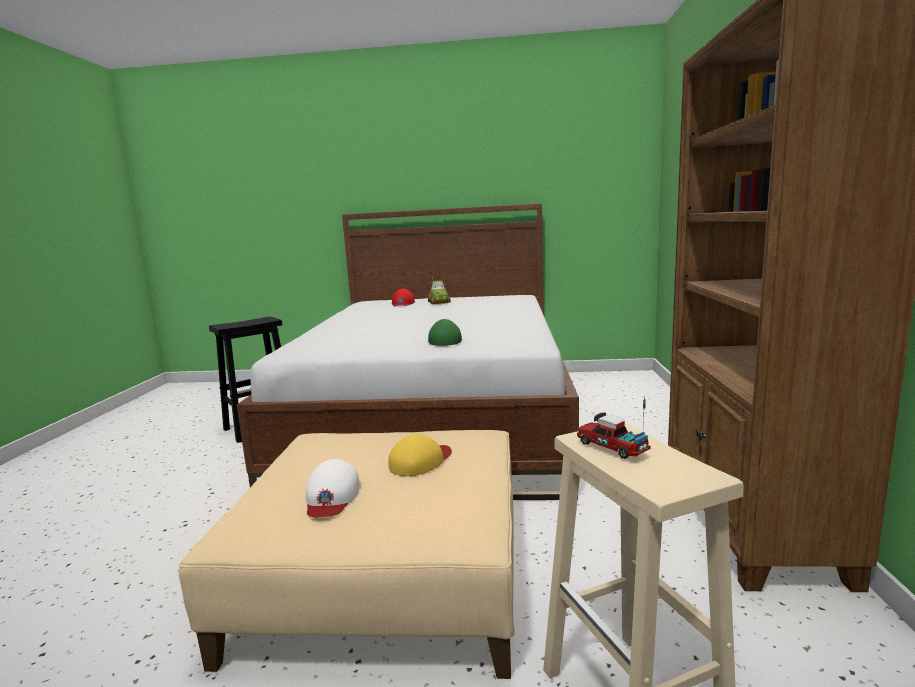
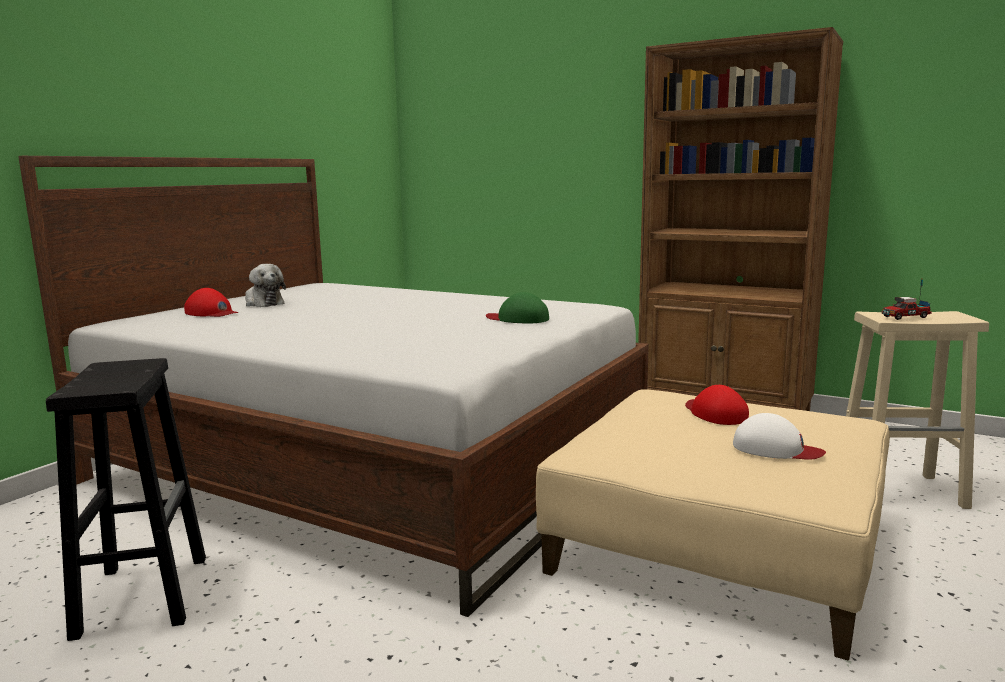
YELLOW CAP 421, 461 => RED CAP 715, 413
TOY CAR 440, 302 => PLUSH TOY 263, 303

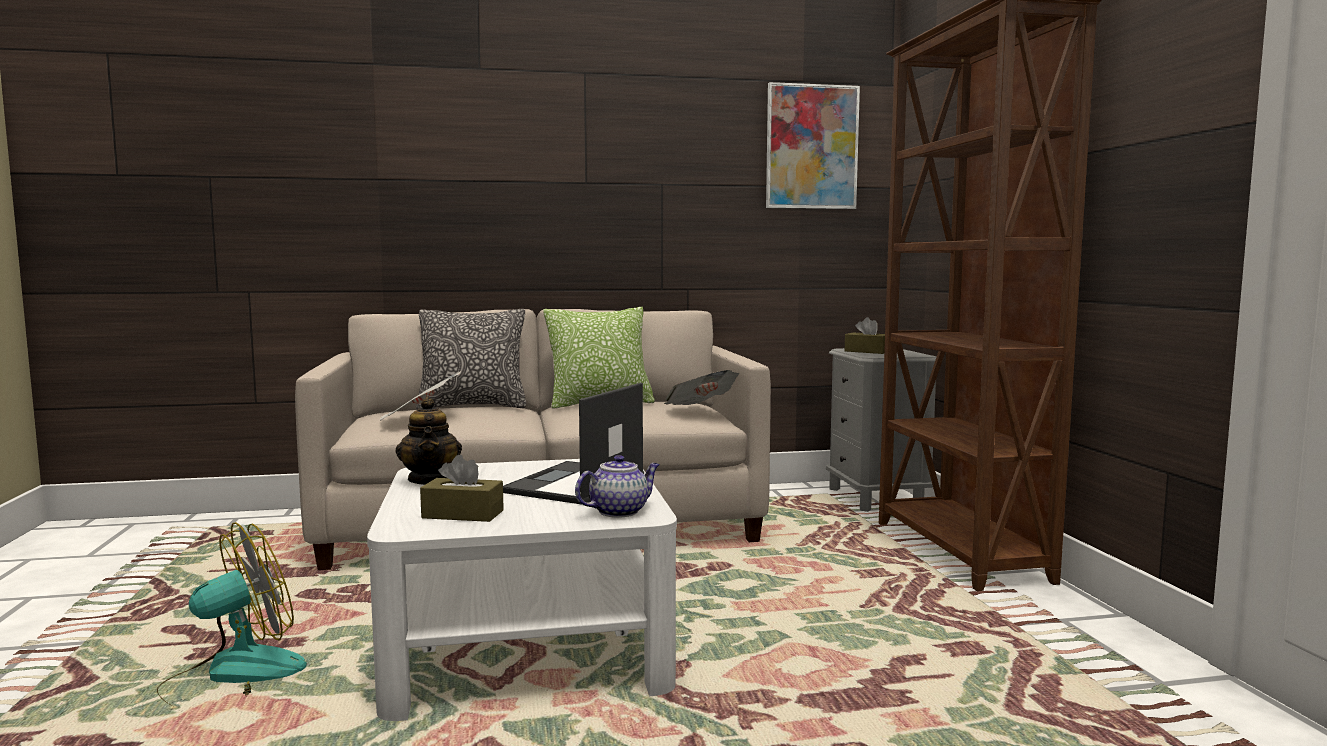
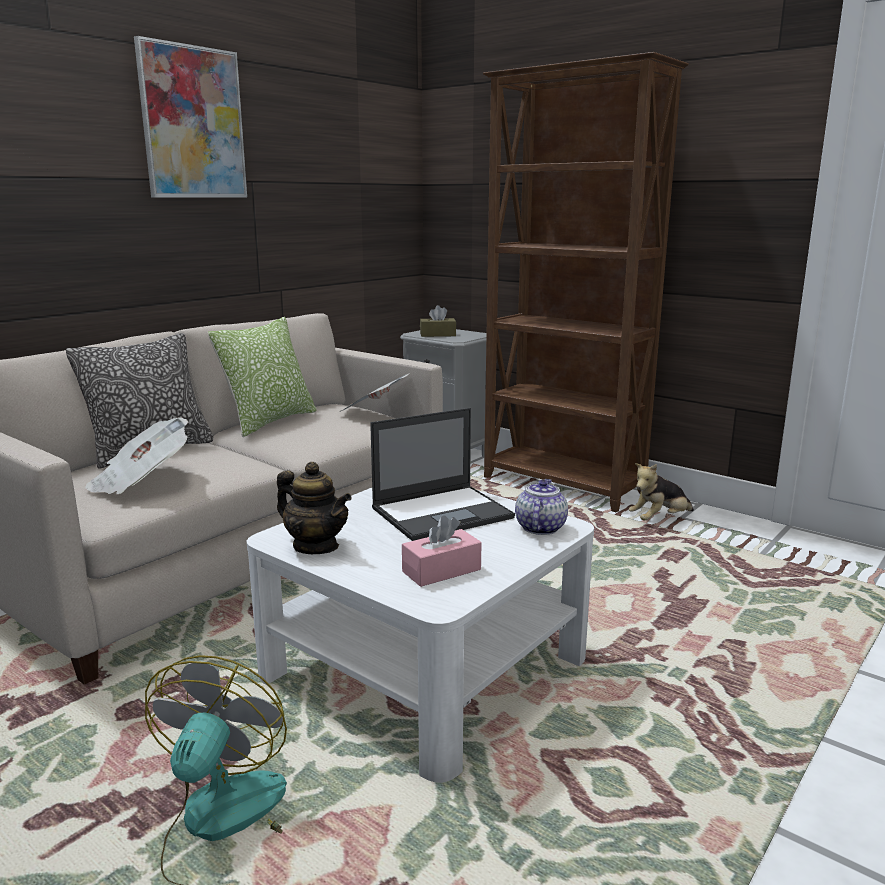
BROWN TISSUE BOX 463, 514 => PINK TISSUE BOX 441, 570
LAPTOP 574, 484 => LAPTOP 443, 512, 105 degrees counterclockwise
PICTURE 811, 147 => PICTURE 193, 123, moved
nothing => PLUSH TOY 659, 519

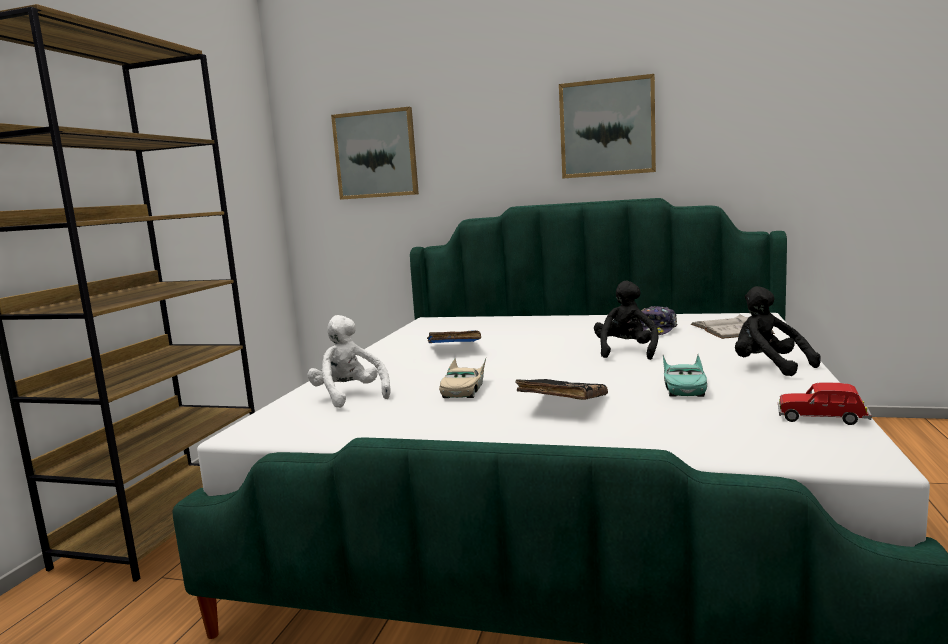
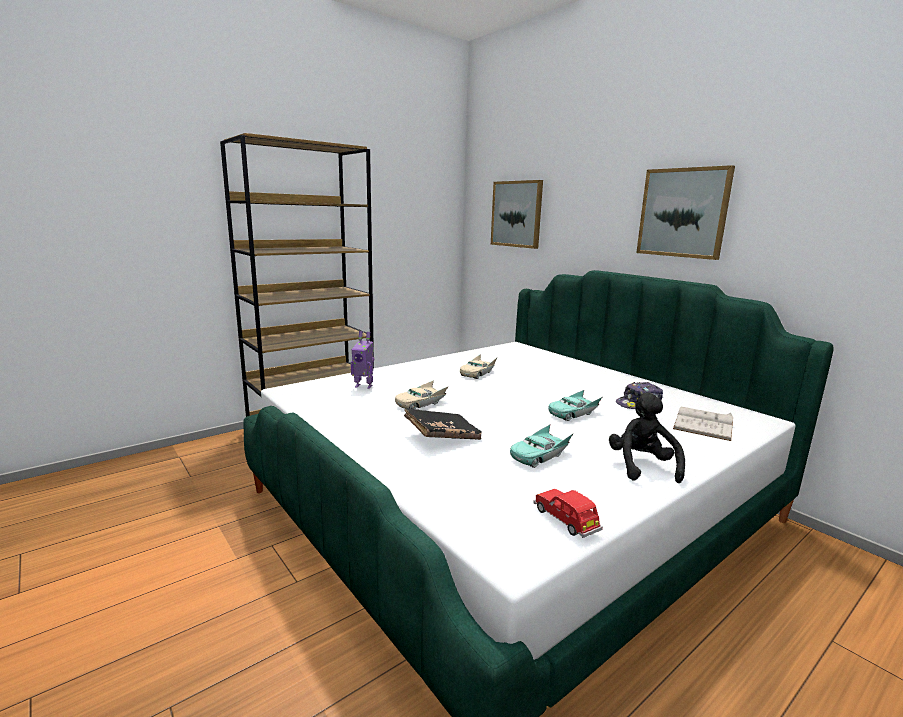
WHITE PLUSH TOY 349, 396 => TOY ROBOT 364, 386
BLUE BOOK 453, 349 => BEIGE TOY CAR 477, 373
BLACK PLUSH TOY 626, 352 => TURQUOISE TOY CAR 573, 413

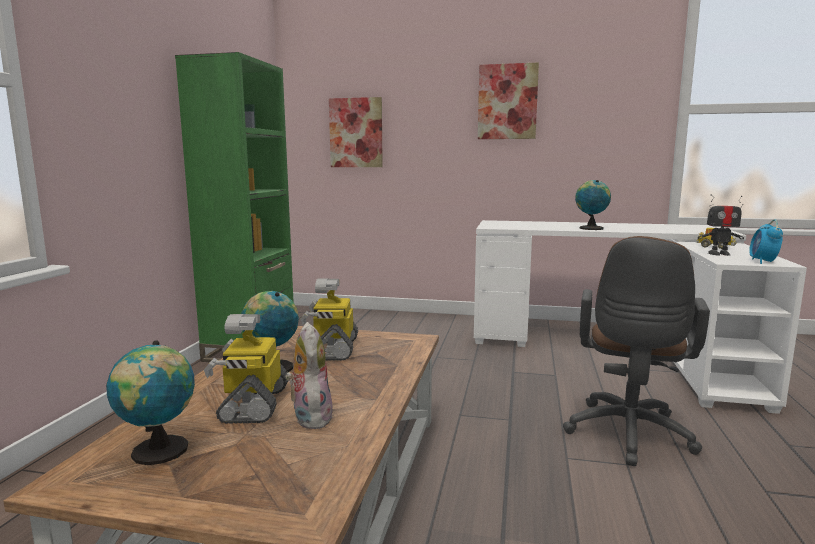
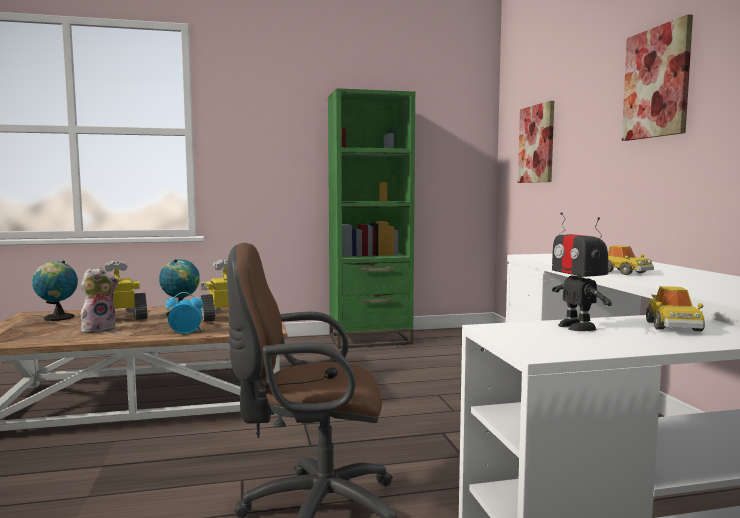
GLOBE 590, 228 => TOY CAR 624, 272
ALARM CLOCK 763, 262 => ALARM CLOCK 186, 333, moved

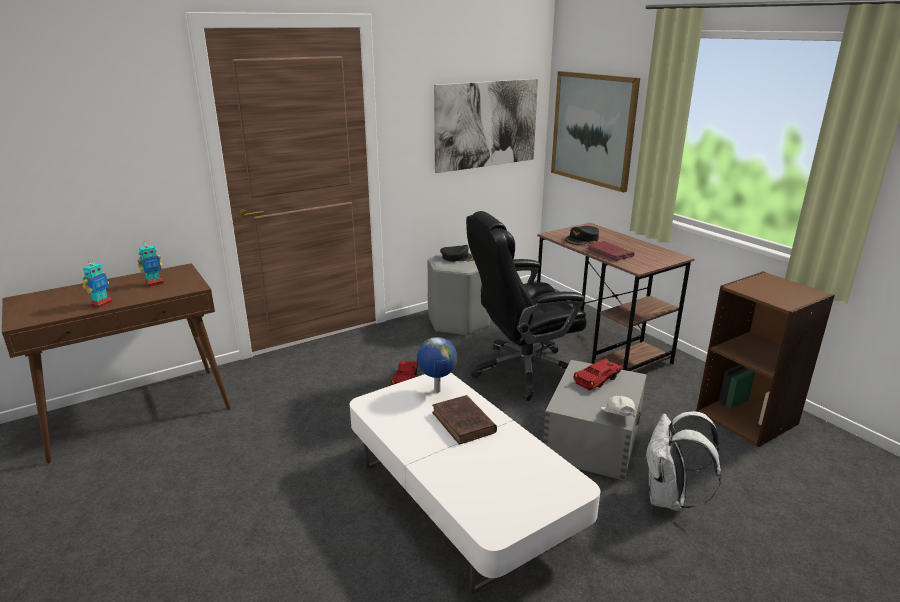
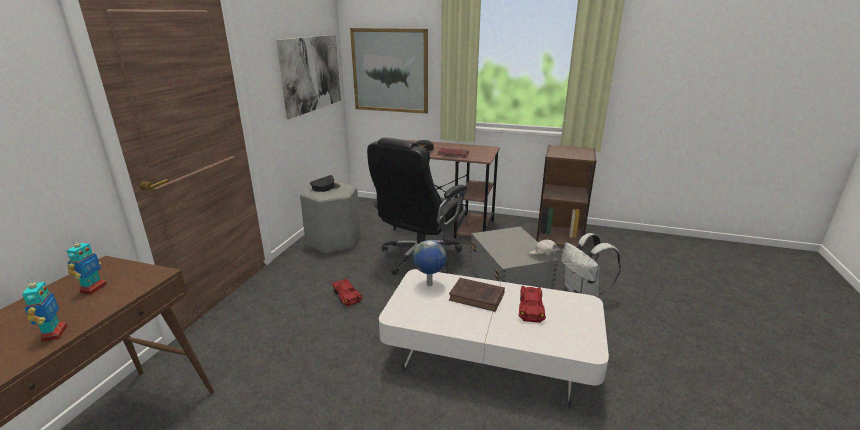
RED TOY CAR 598, 379 => RED TOY CAR 531, 308, moved

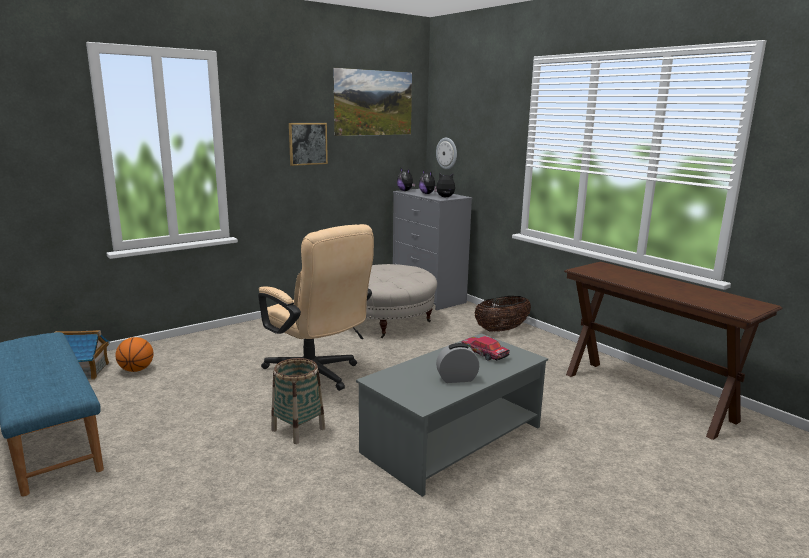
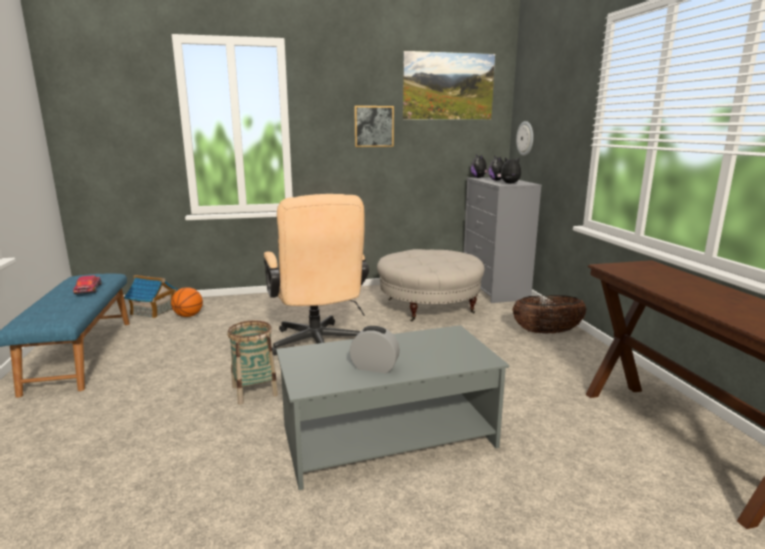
TOY CAR 484, 354 => TOY CAR 88, 290, moved

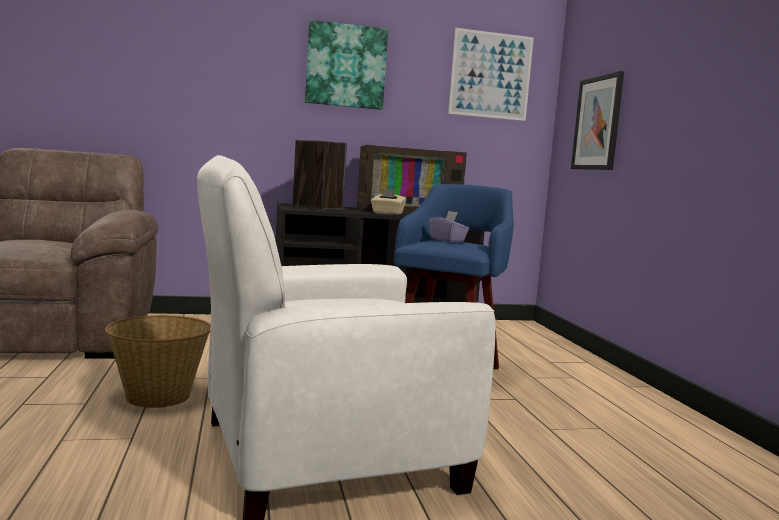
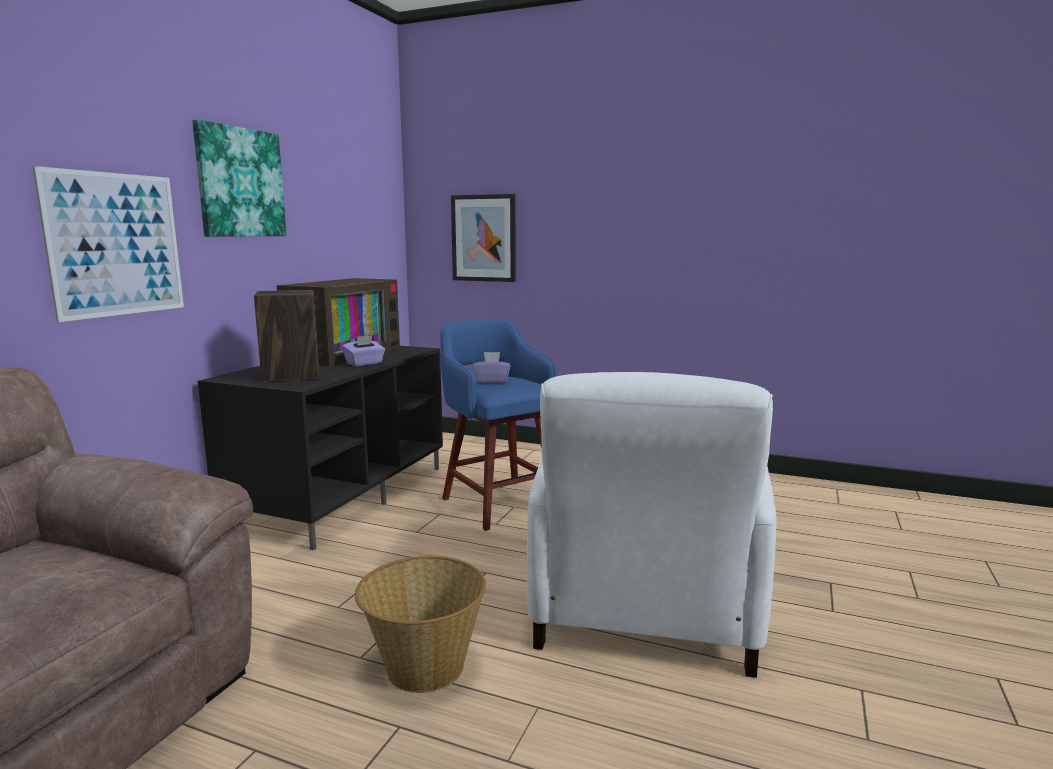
BEIGE TISSUE BOX 387, 213 => PURPLE TISSUE BOX 364, 363
PICTURE 490, 75 => PICTURE 115, 244, moved

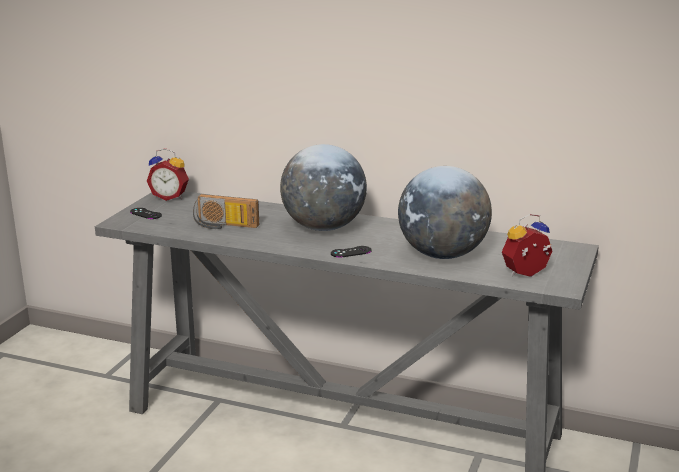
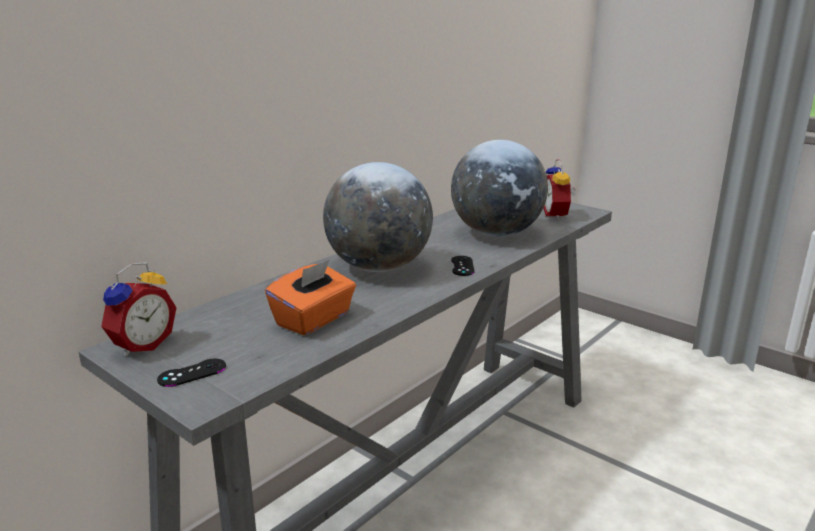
RADIO 224, 226 => ORANGE TISSUE BOX 314, 320

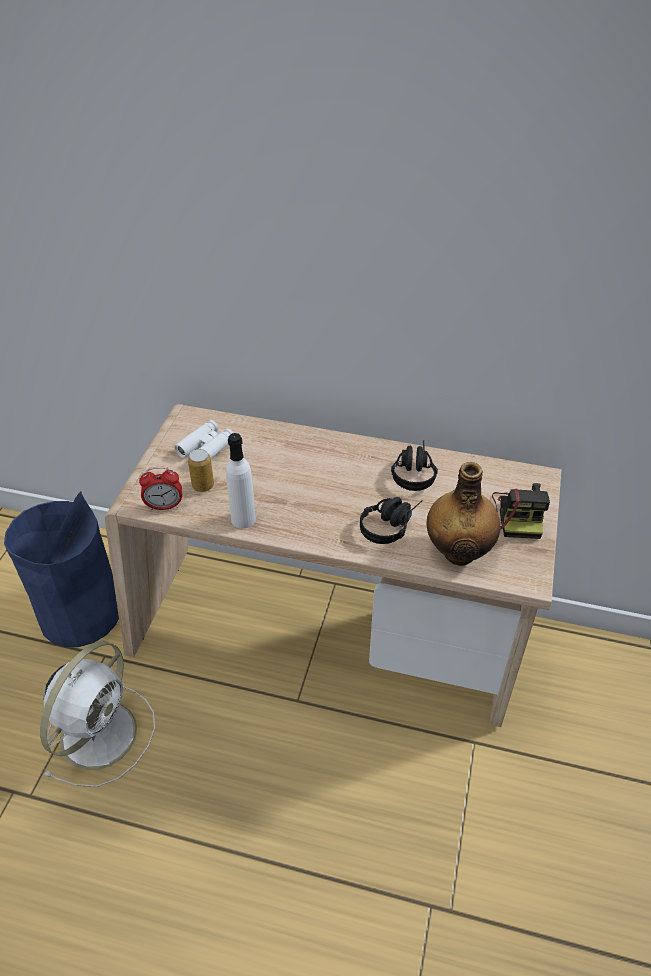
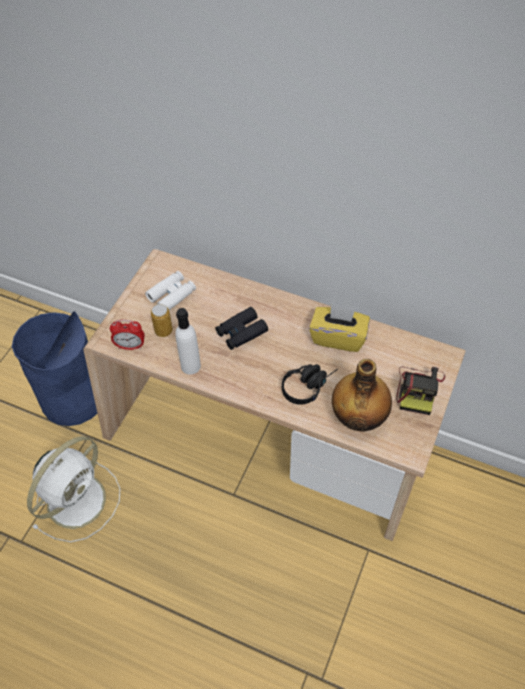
BLACK HEADPHONES 413, 471 => YELLOW TISSUE BOX 338, 337
nothing => BLACK BINOCULARS 241, 332

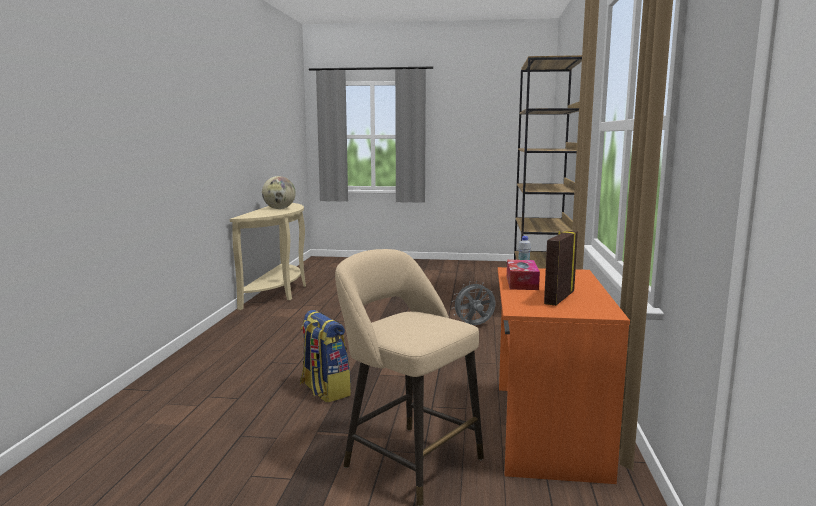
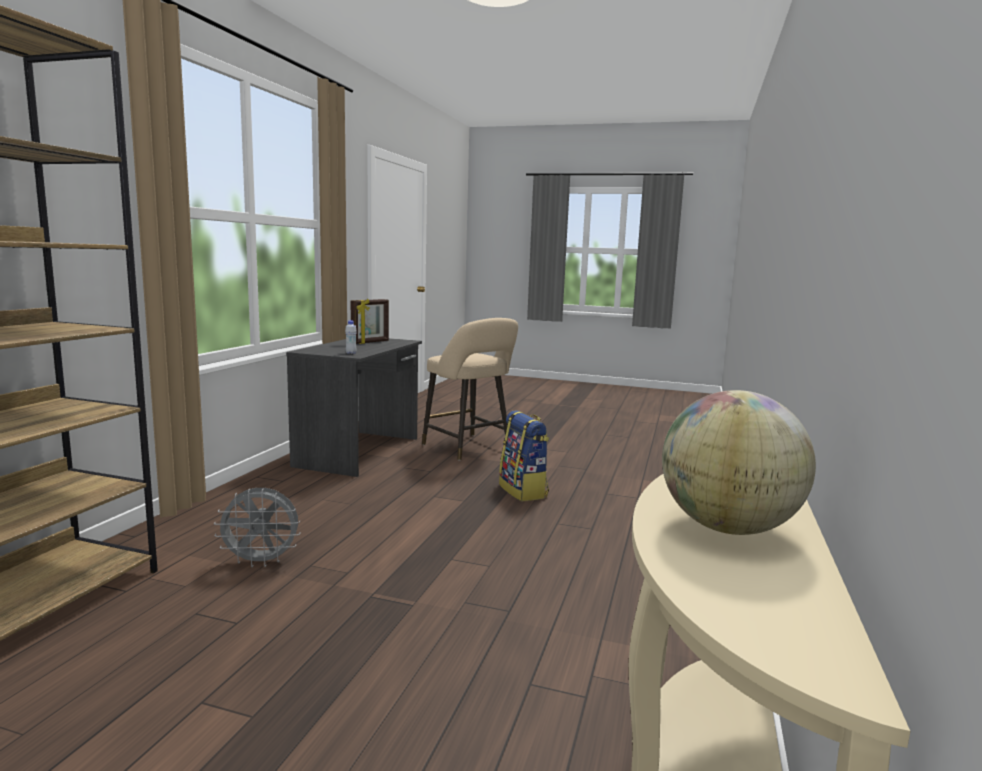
ORANGE DESK 545, 429 => GREY DESK 360, 452
TISSUE BOX 522, 283 => nothing

